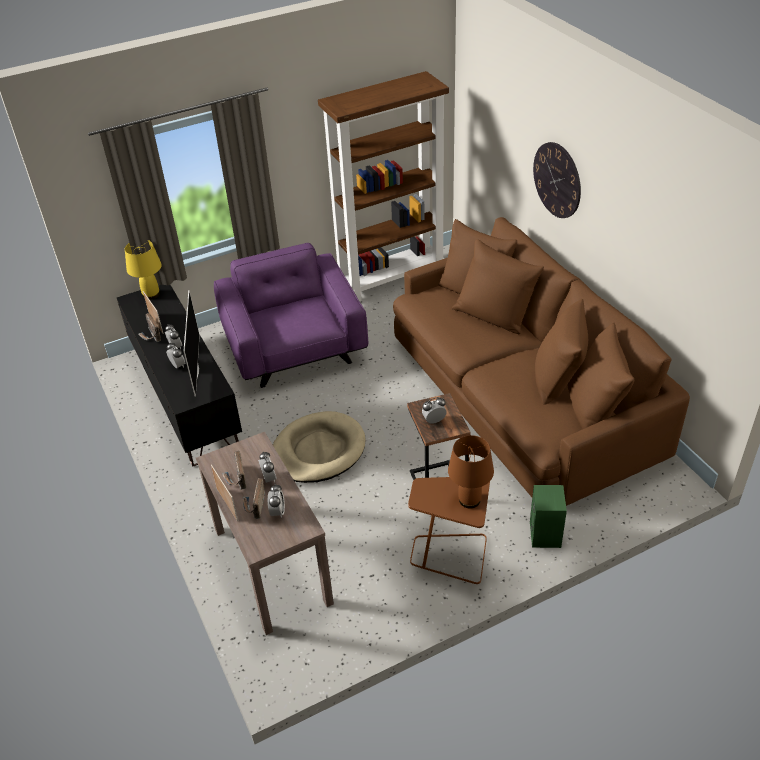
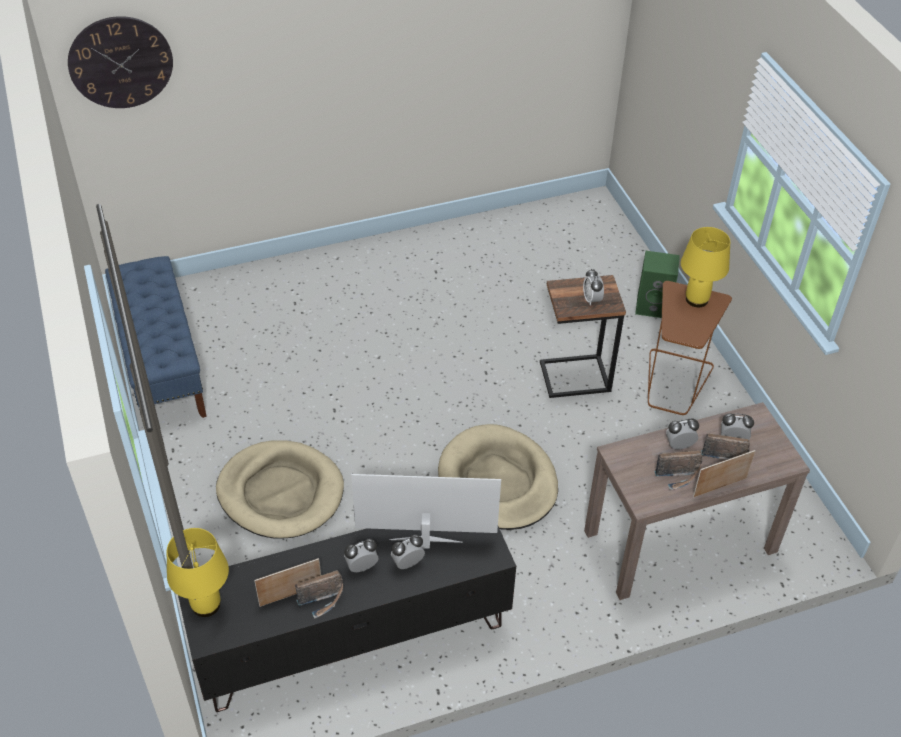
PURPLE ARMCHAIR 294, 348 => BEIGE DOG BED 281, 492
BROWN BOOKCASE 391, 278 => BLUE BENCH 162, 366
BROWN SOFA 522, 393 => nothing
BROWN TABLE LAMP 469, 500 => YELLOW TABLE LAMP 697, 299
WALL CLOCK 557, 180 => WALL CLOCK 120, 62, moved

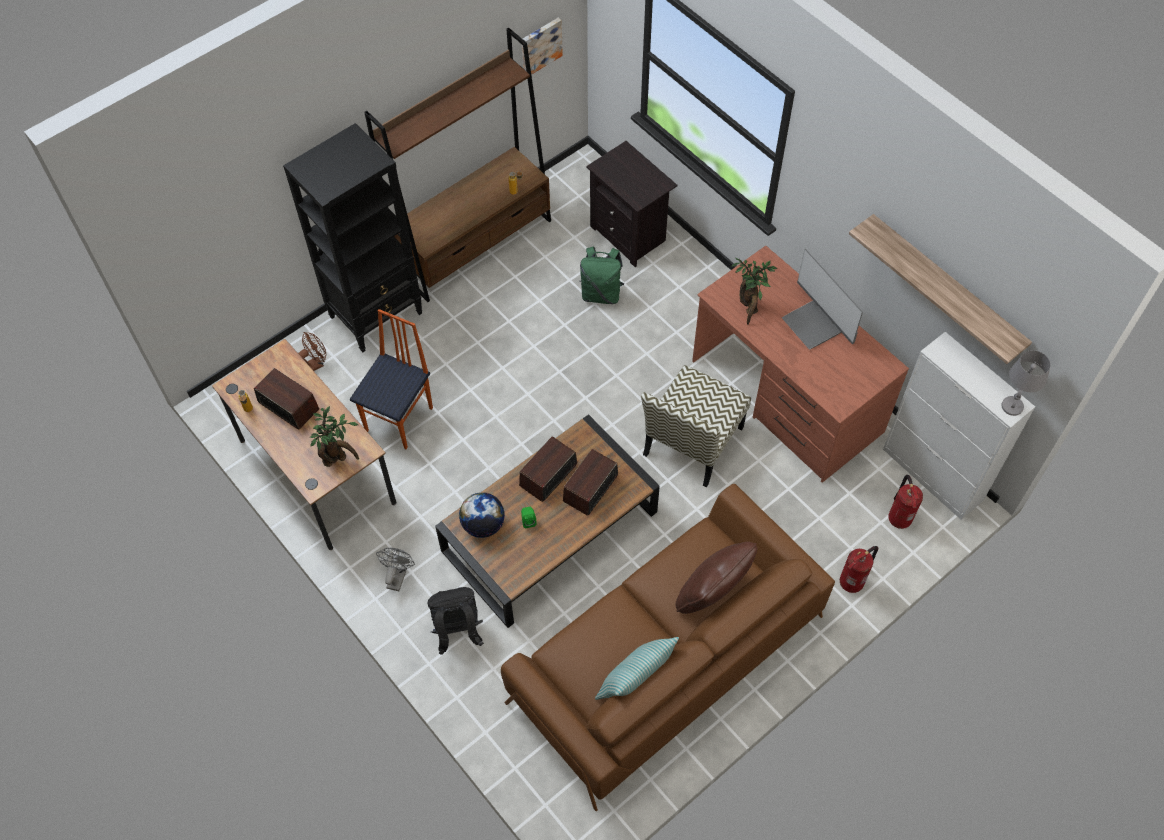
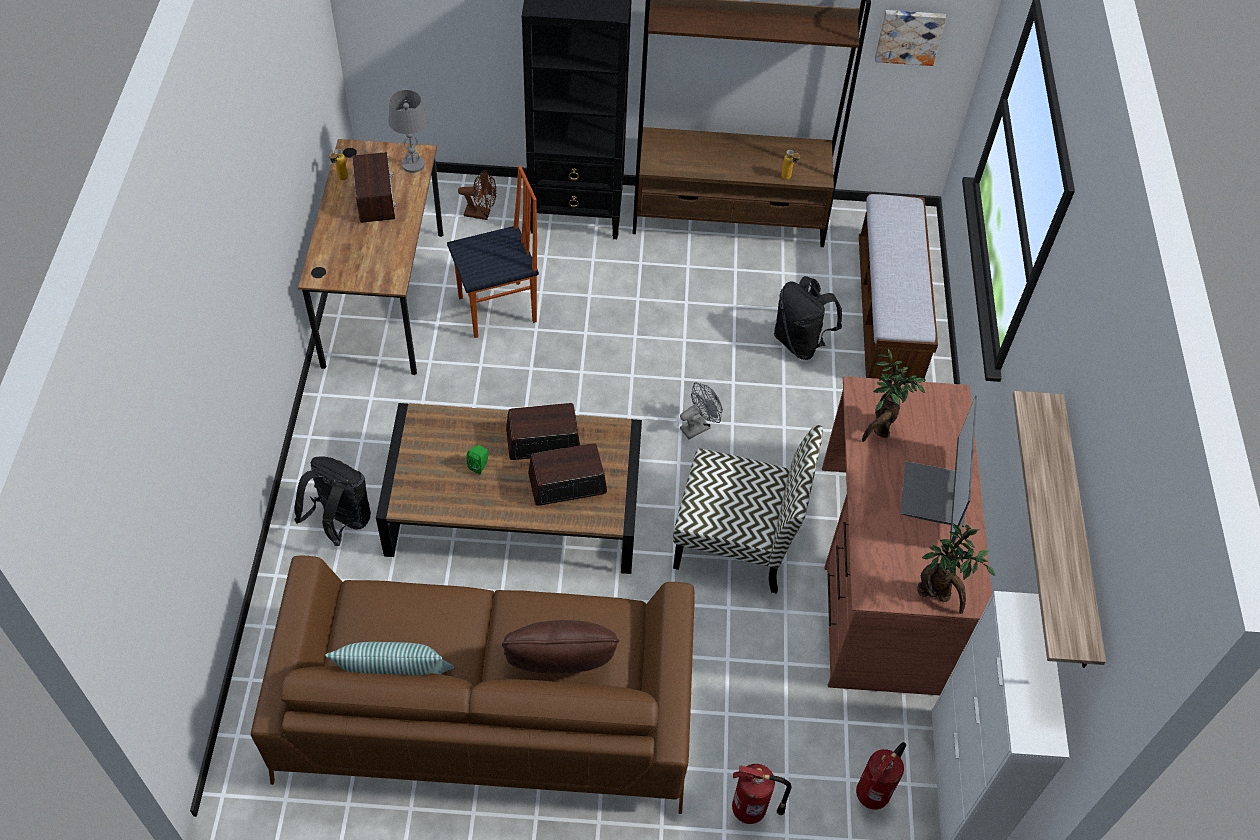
POTTED PLANT 338, 459 => POTTED PLANT 937, 596, moved
GREY FAN 397, 576 => GREY FAN 698, 426, moved
GLOBE 483, 524 => nothing
GREEN BACKPACK 601, 293 => BLACK BACKPACK 800, 342
BLACK NIGHTSTAND 630, 235 => BENCH 888, 312
CHAIR 692, 443 => CHAIR 737, 541, 150 degrees counterclockwise
GREY TABLE LAMP 1012, 406 => GREY TABLE LAMP 413, 165, moved

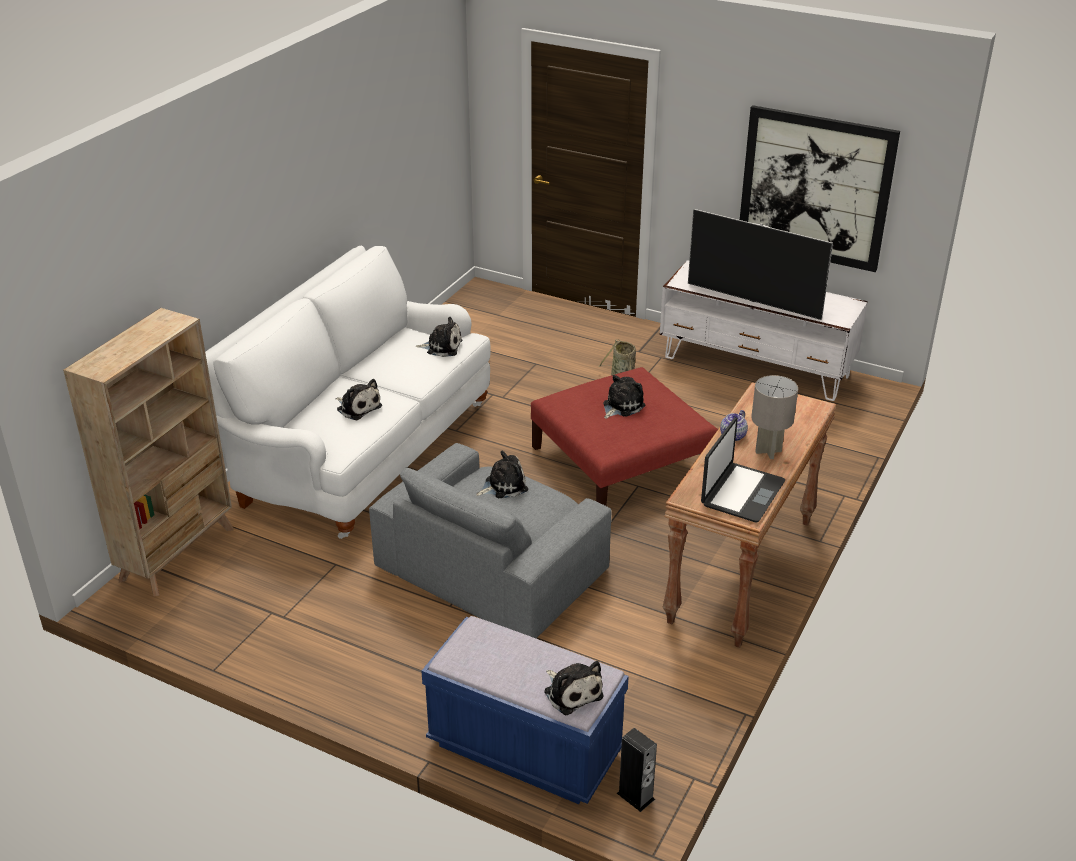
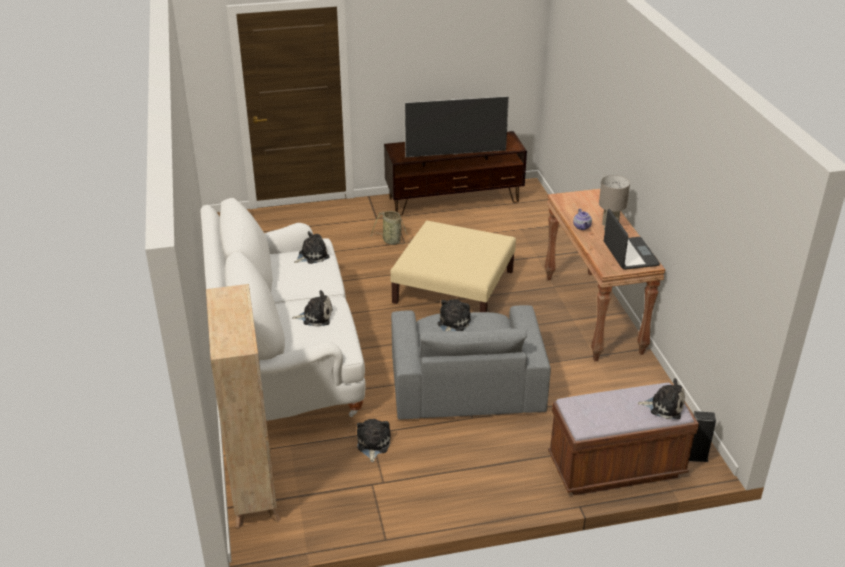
BLUE BENCH 525, 748 => BROWN BENCH 616, 467
RED OTTOMAN 620, 462 => BEIGE OTTOMAN 454, 287
PLUSH TOY 621, 406 => PLUSH TOY 373, 444, moved
WHITE TV STAND 756, 366 => BROWN TV STAND 454, 200
PICTURE 815, 188 => nothing

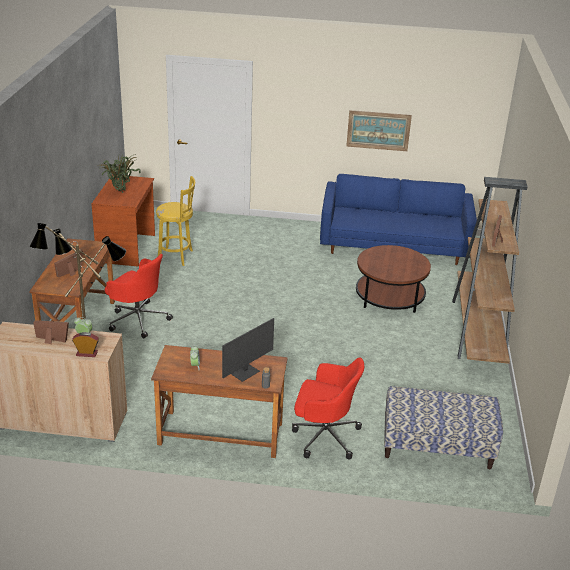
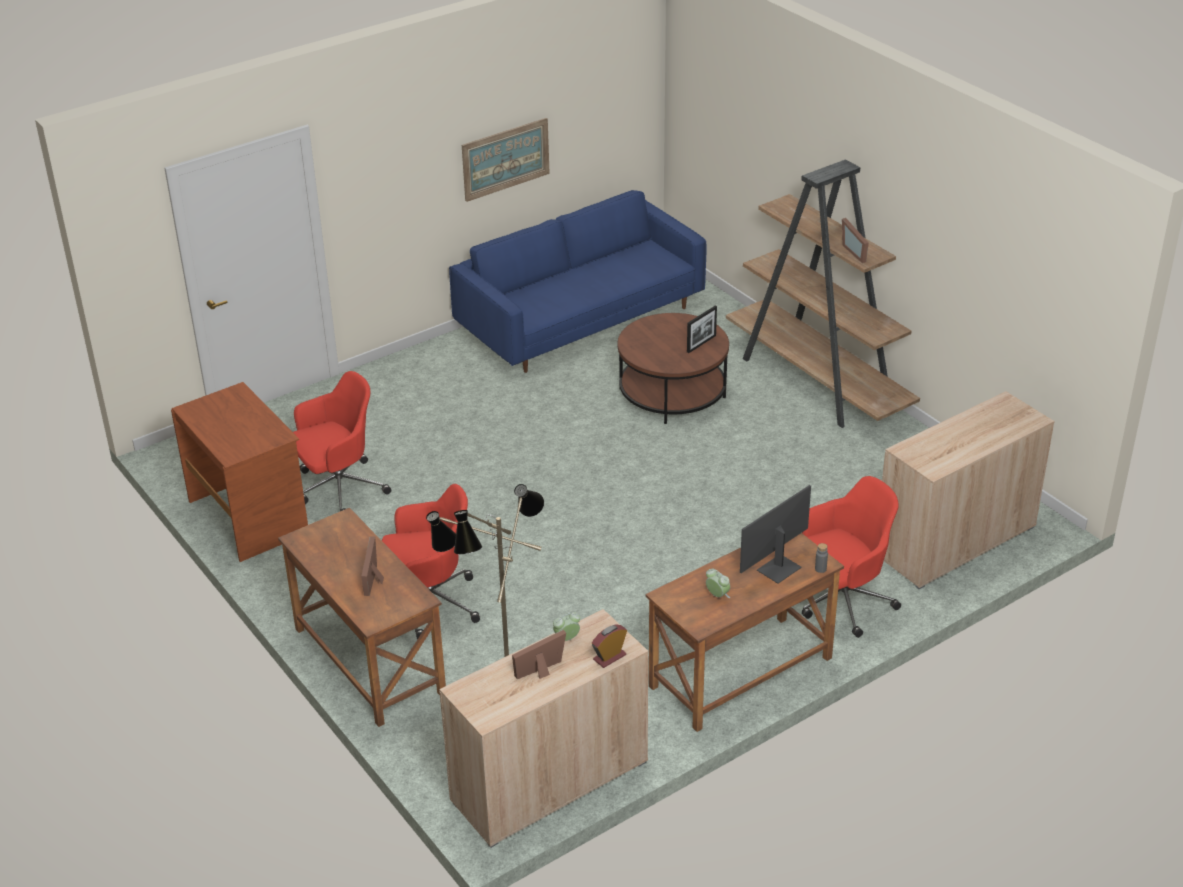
POTTED PLANT 119, 192 => nothing
YELLOW STOOL 177, 257 => RED OFFICE CHAIR 338, 488
MONITOR 245, 372 => MONITOR 777, 568, 135 degrees counterclockwise
BENCH 437, 448 => BEIGE CABINET 955, 541
nothing => PICTURE FRAME 701, 344

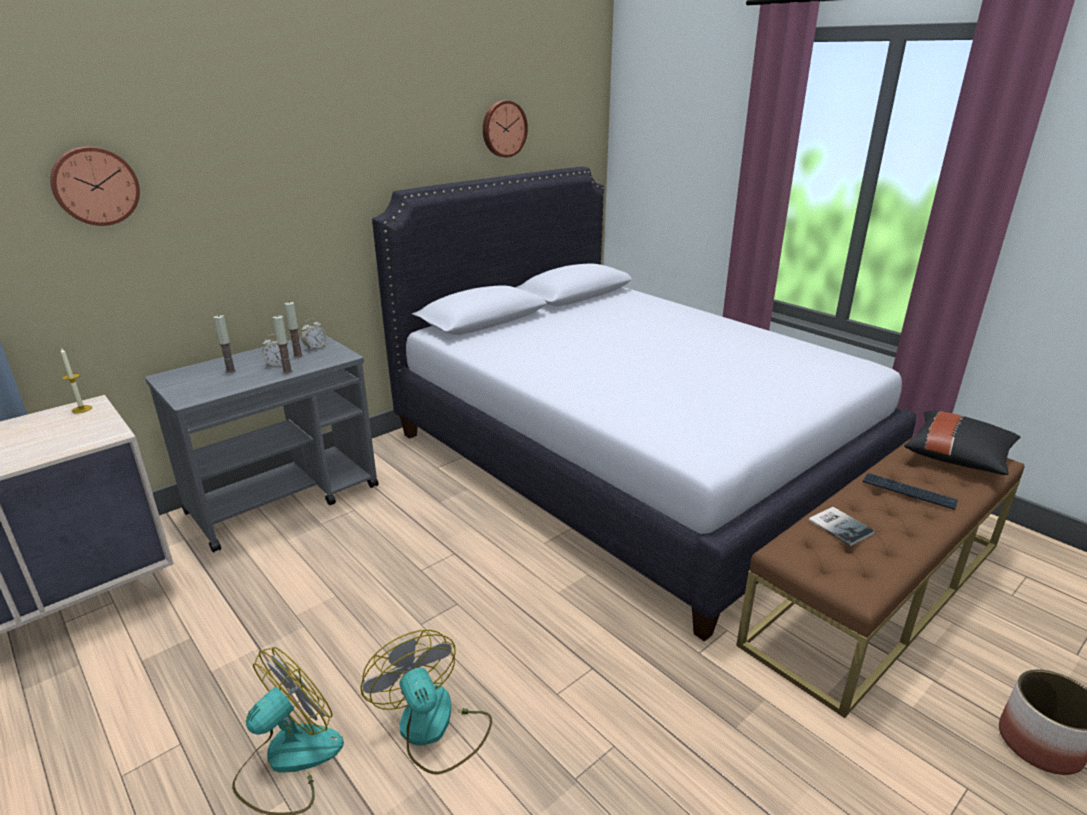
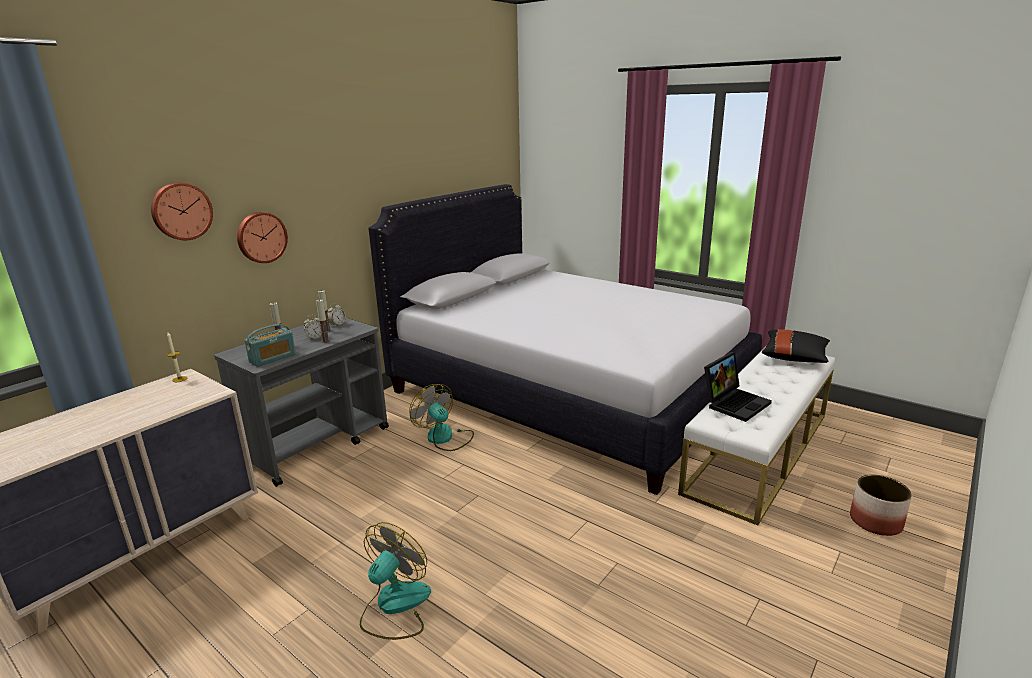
FAN 433, 729 => FAN 445, 438, moved
WALL CLOCK 503, 129 => WALL CLOCK 261, 237, moved
BROWN BENCH 877, 591 => WHITE BENCH 758, 451
BOOK 840, 525 => LAPTOP 735, 403
KEYBOARD 908, 492 => nothing
nothing => RADIO 272, 358

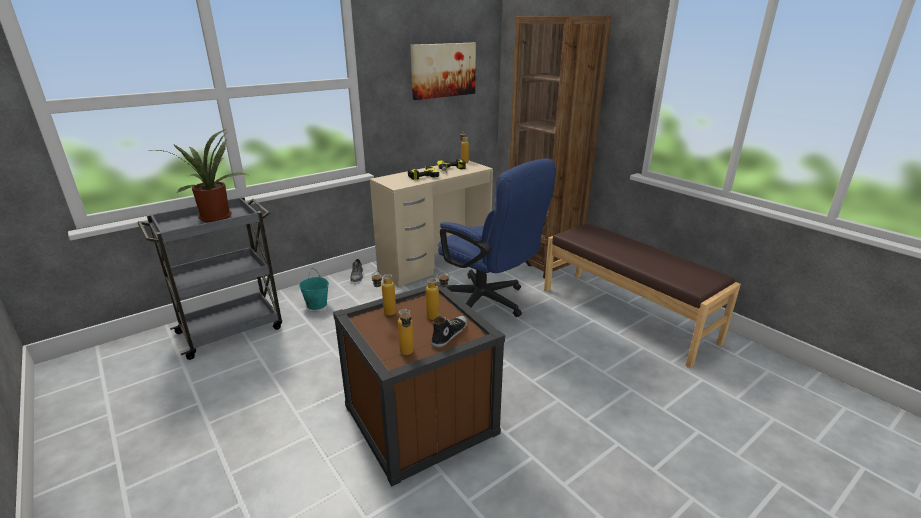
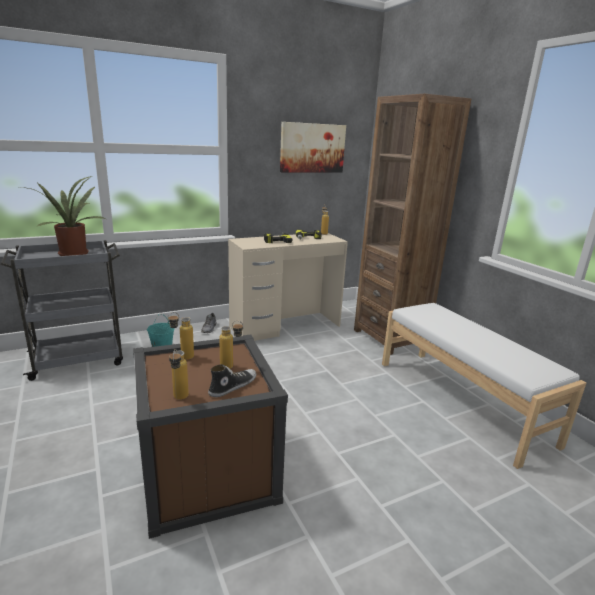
BLUE OFFICE CHAIR 488, 303 => nothing
BROWN BENCH 626, 314 => WHITE BENCH 461, 400

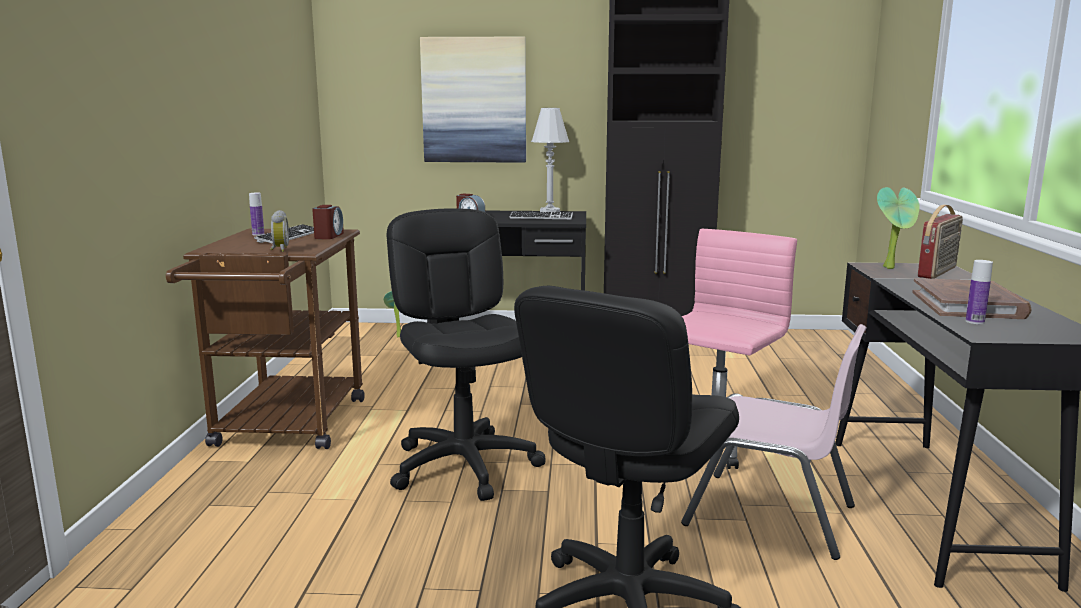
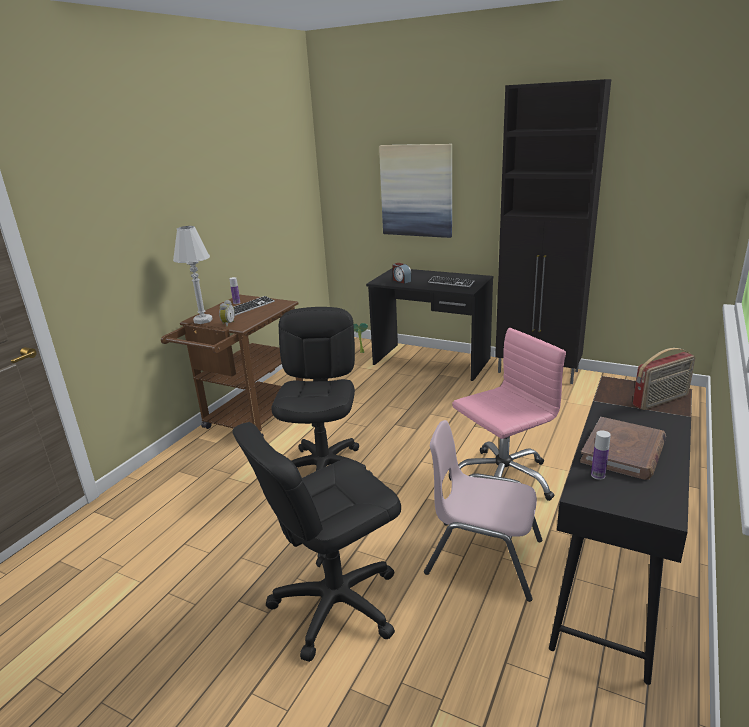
ALARM CLOCK 329, 236 => nothing
WHITE TABLE LAMP 550, 212 => WHITE TABLE LAMP 203, 320, moved
PINK CHAIR 771, 515 => PINK CHAIR 483, 557, 150 degrees clockwise
POTTED PLANT 892, 268 => nothing

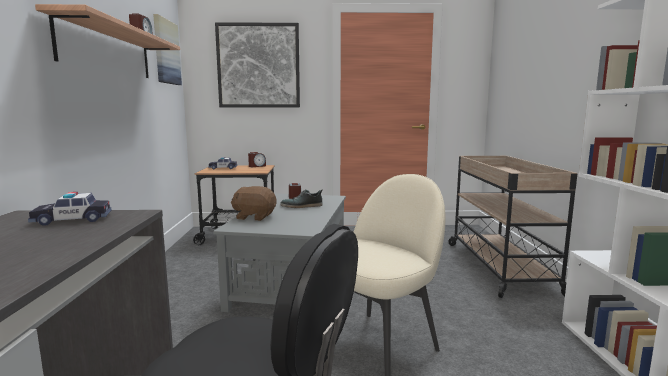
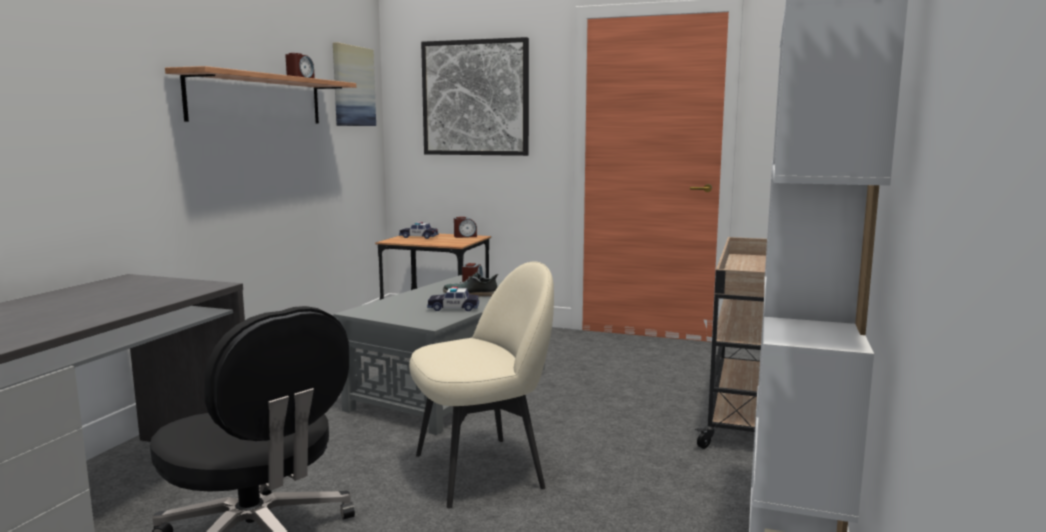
TOY CAR 72, 219 => TOY CAR 453, 308, moved
BROWN PLUSH TOY 254, 217 => nothing

